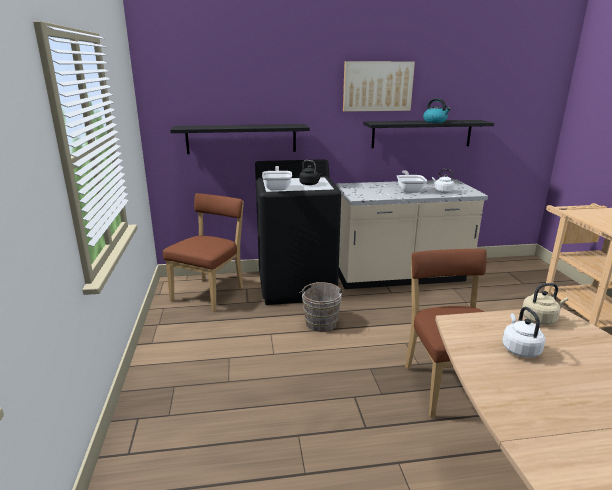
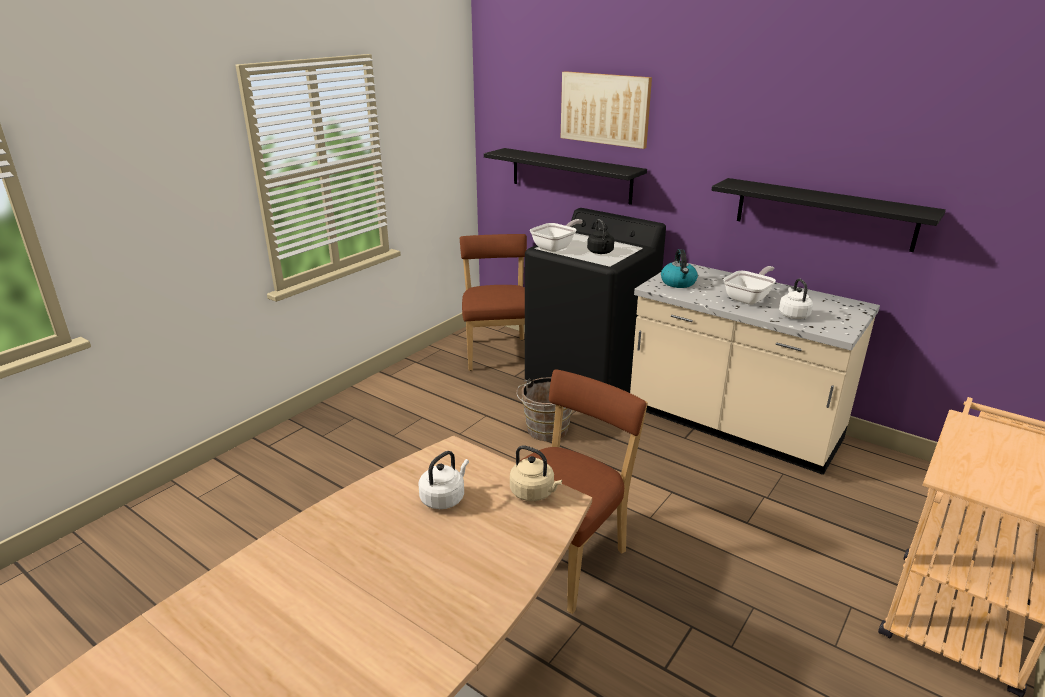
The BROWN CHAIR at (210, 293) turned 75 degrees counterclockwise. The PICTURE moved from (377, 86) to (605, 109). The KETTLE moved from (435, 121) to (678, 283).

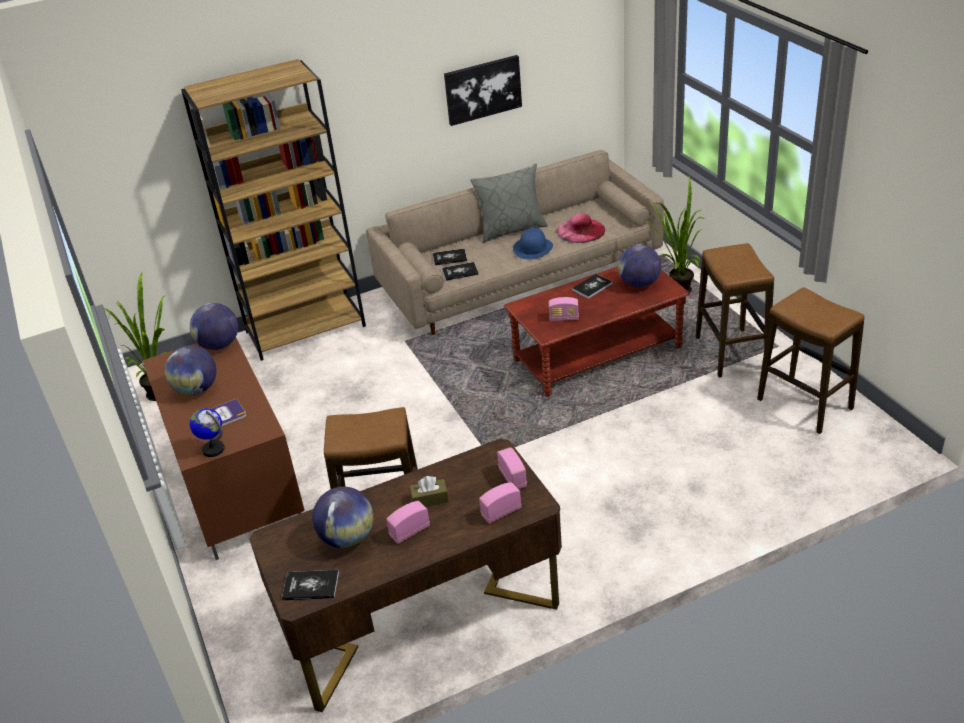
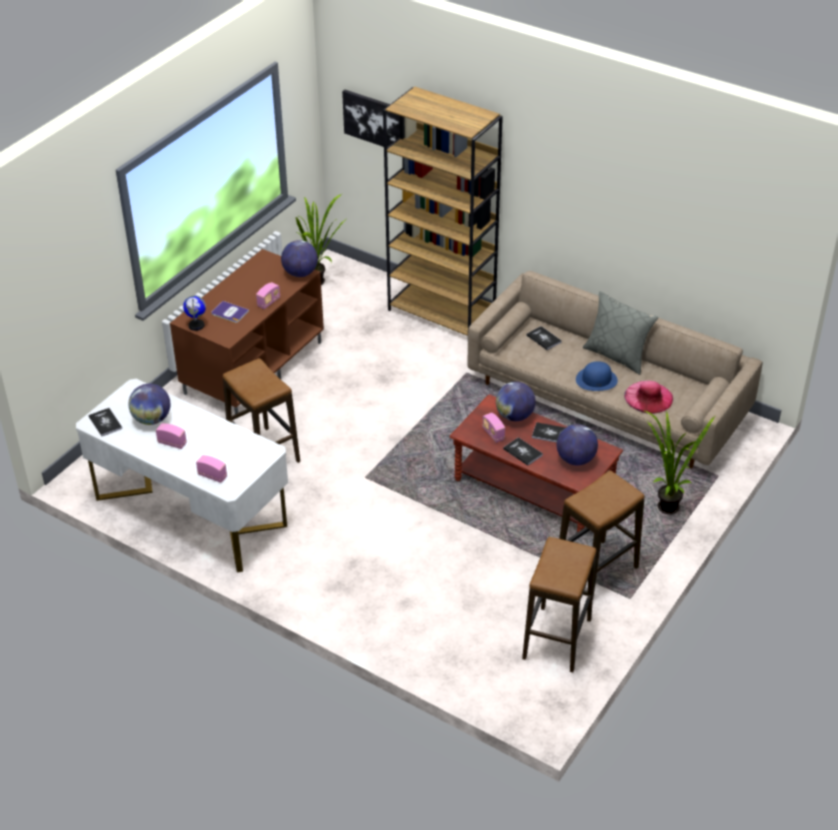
The GLOBE moved from (197, 389) to (514, 416). The BROWN DESK at (422, 619) became the WHITE DESK at (190, 511). The BROWN TISSUE BOX at (430, 499) disappeared. The BOOK moved from (460, 272) to (522, 452). The PICTURE moved from (482, 89) to (375, 120). The RADIO moved from (512, 478) to (268, 302).

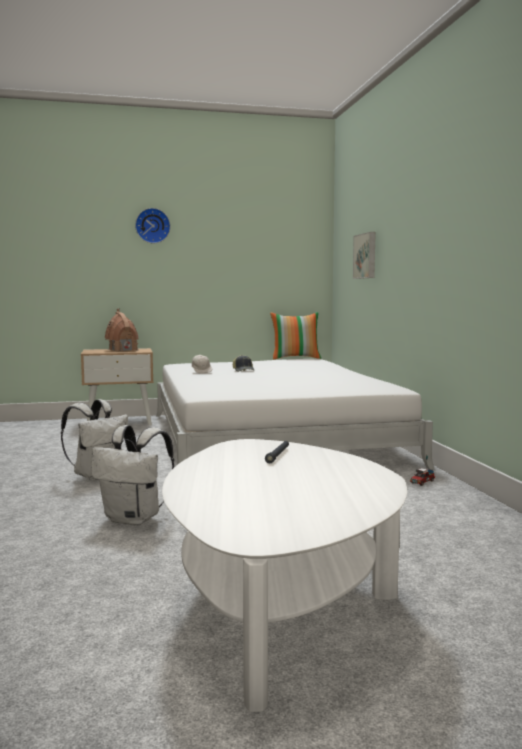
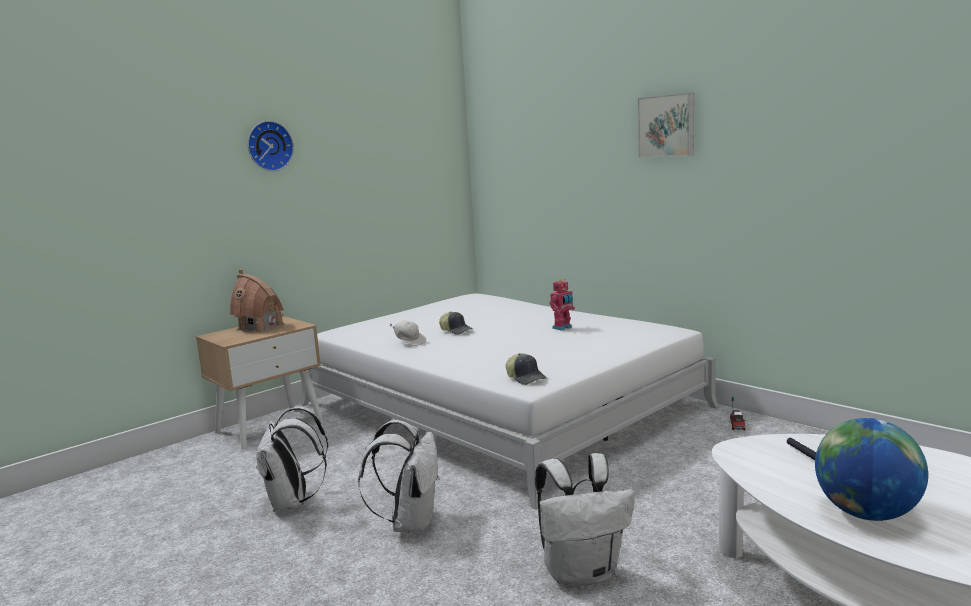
The PILLOW at (295, 358) disappeared. The PICTURE moved from (366, 256) to (667, 126). The WHITE BACKPACK at (293, 503) appeared. The CAP at (526, 378) appeared. The TOY ROBOT at (563, 328) appeared. The GLOBE at (866, 514) appeared.

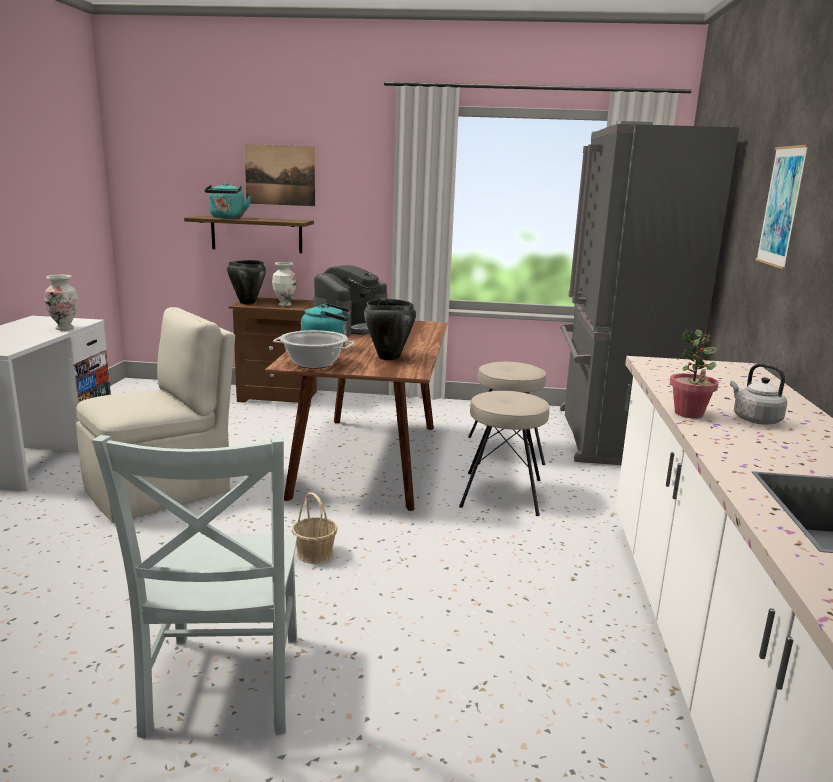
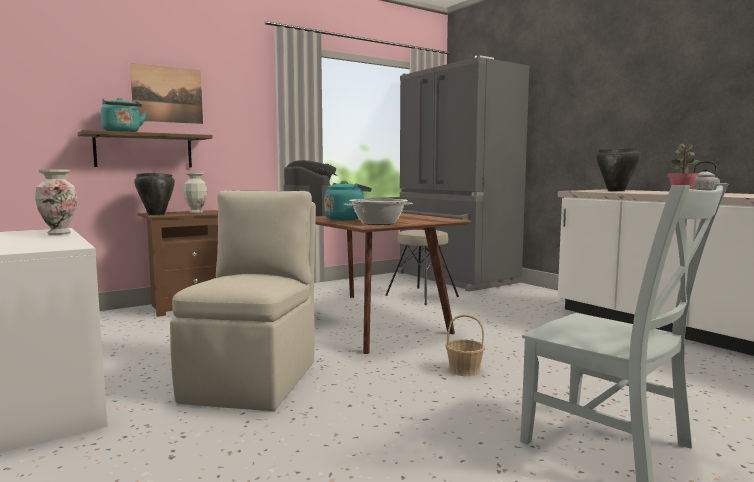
The BLACK COOKING POT moved from (388, 357) to (616, 191). The BEIGE STOOL at (502, 493) disappeared. The PICTURE at (781, 206) disappeared.

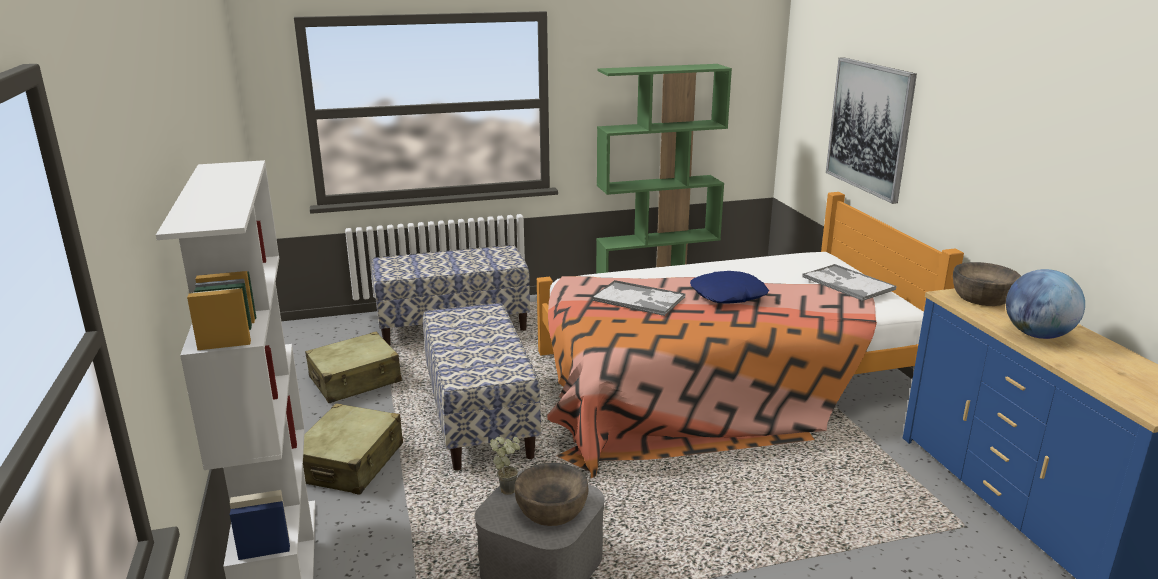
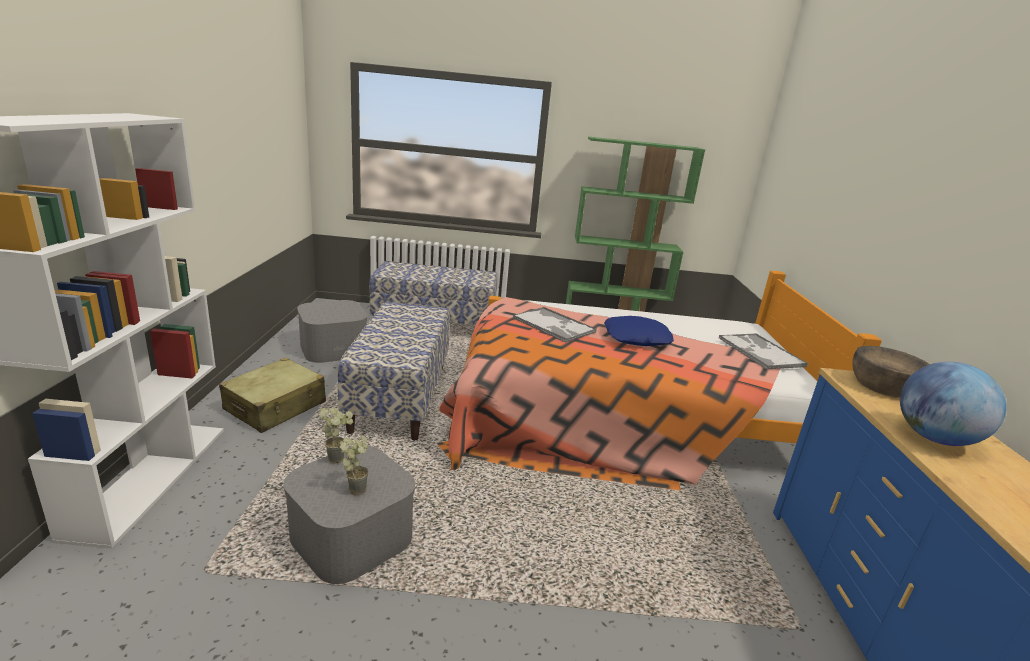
The BEIGE SUITCASE at (355, 380) was replaced by the GREY STORAGE BOX at (333, 348). The BROWN BOWL at (551, 509) was replaced by the POTTED PLANT at (357, 487). The PICTURE at (869, 127) disappeared.

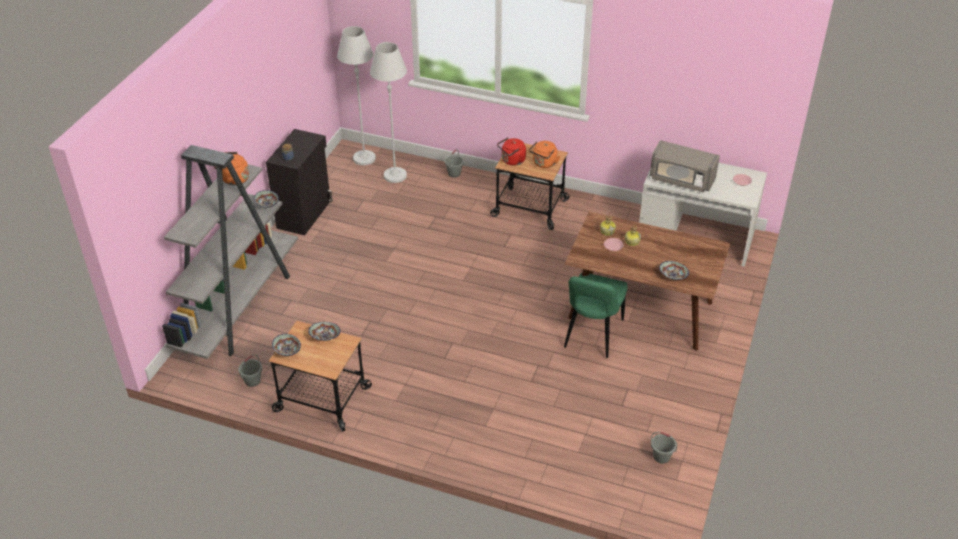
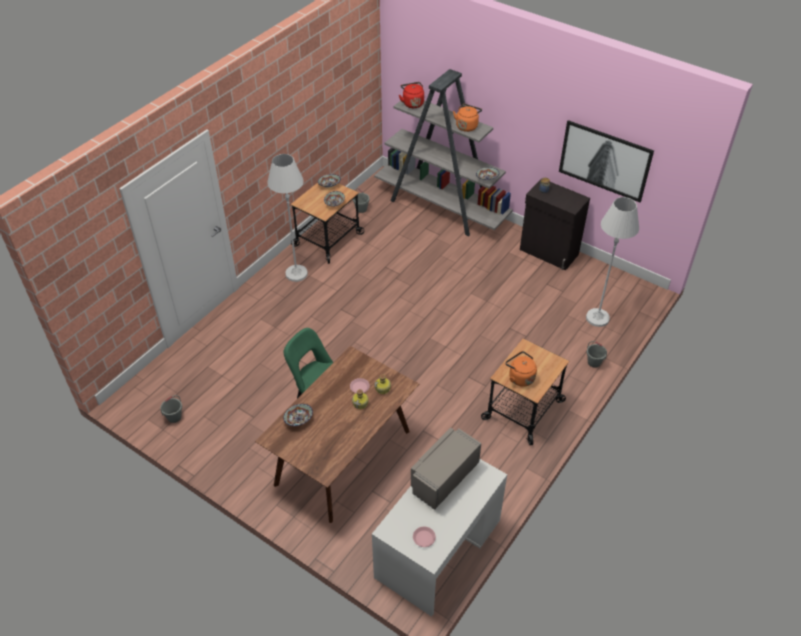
The WHITE FLOOR LAMP moved from (364, 158) to (296, 273). The RED KETTLE moved from (512, 161) to (412, 103). The PICTURE at (605, 160) appeared.

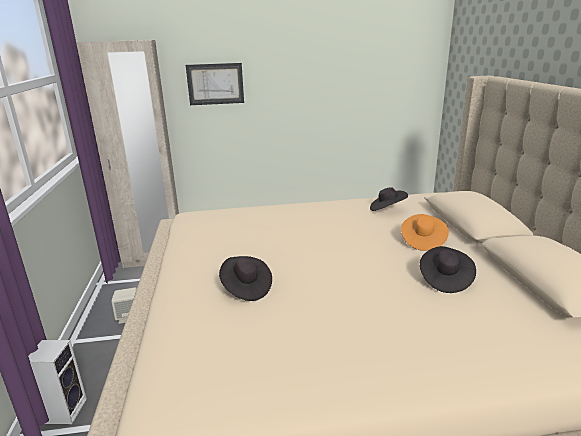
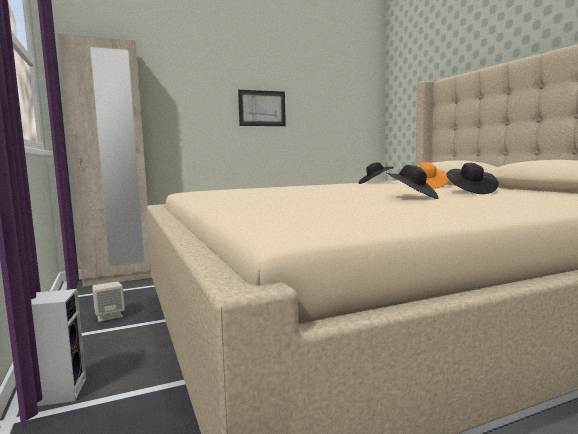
The PICTURE moved from (215, 84) to (262, 108). The BLACK HAT moved from (246, 288) to (412, 198).

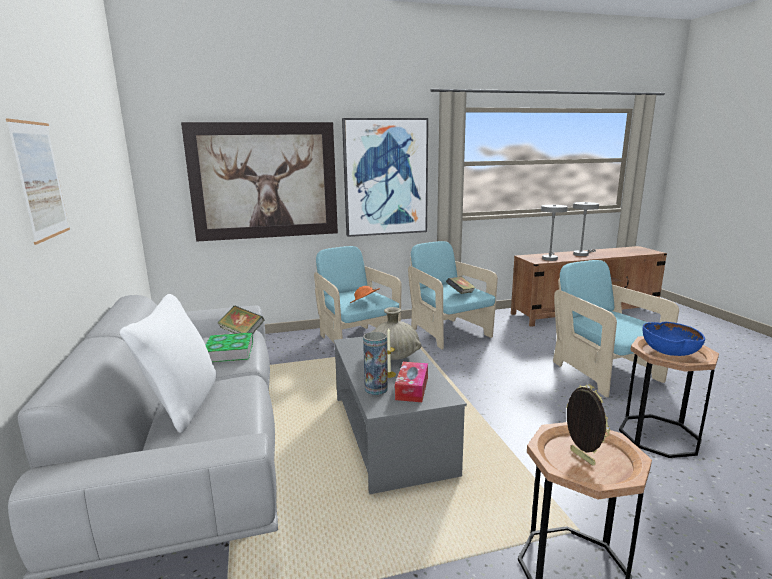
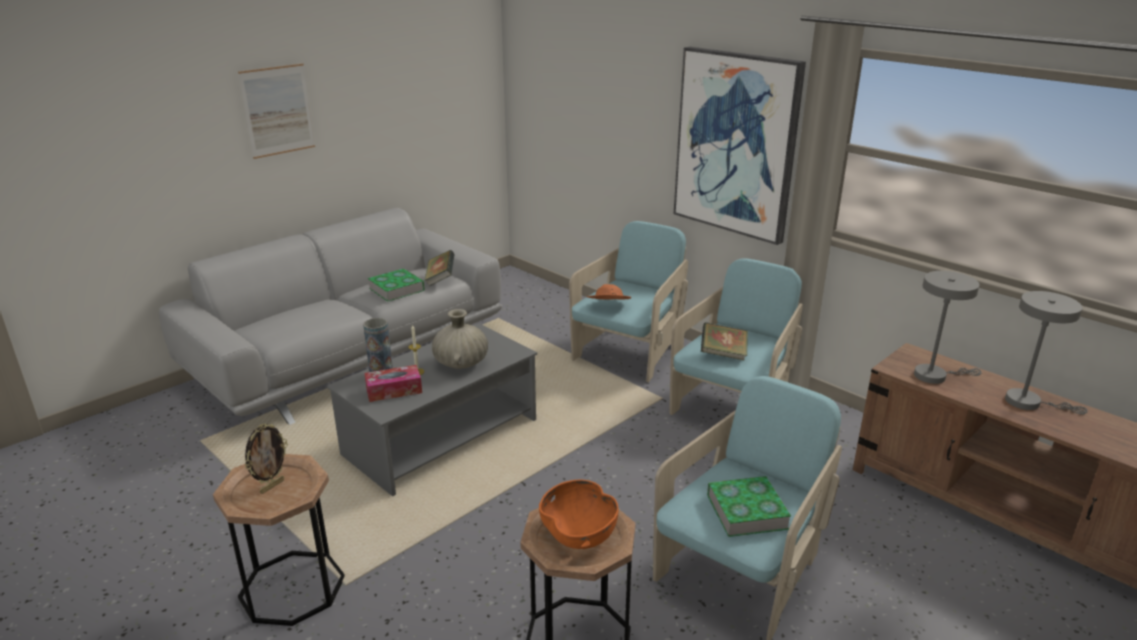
The WHITE PILLOW at (183, 404) disappeared. The PICTURE at (264, 181) disappeared. The BLUE BOWL at (669, 352) became the ORANGE BOWL at (579, 534). The BOOK at (746, 511) appeared.

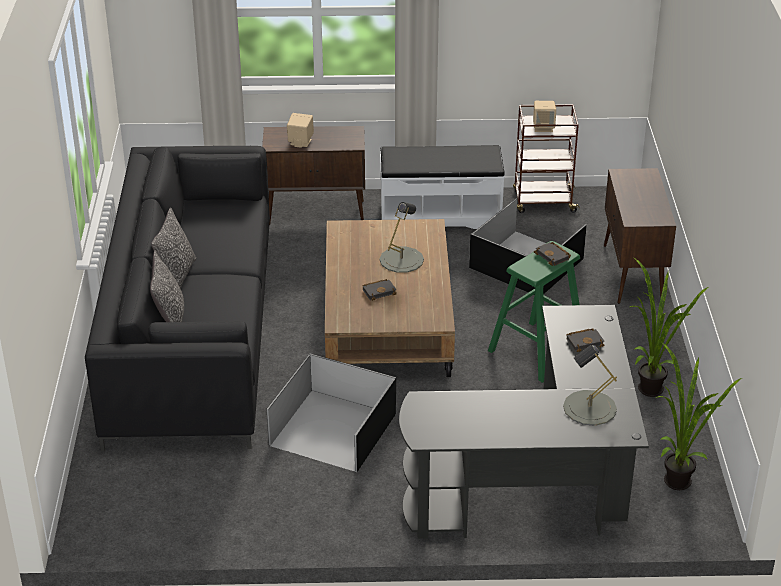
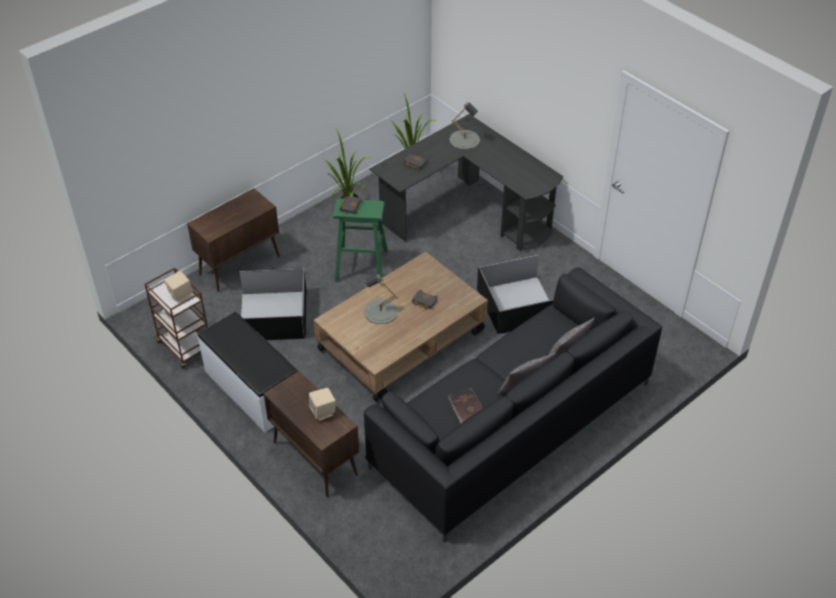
The BROWN BOOK at (466, 407) appeared.

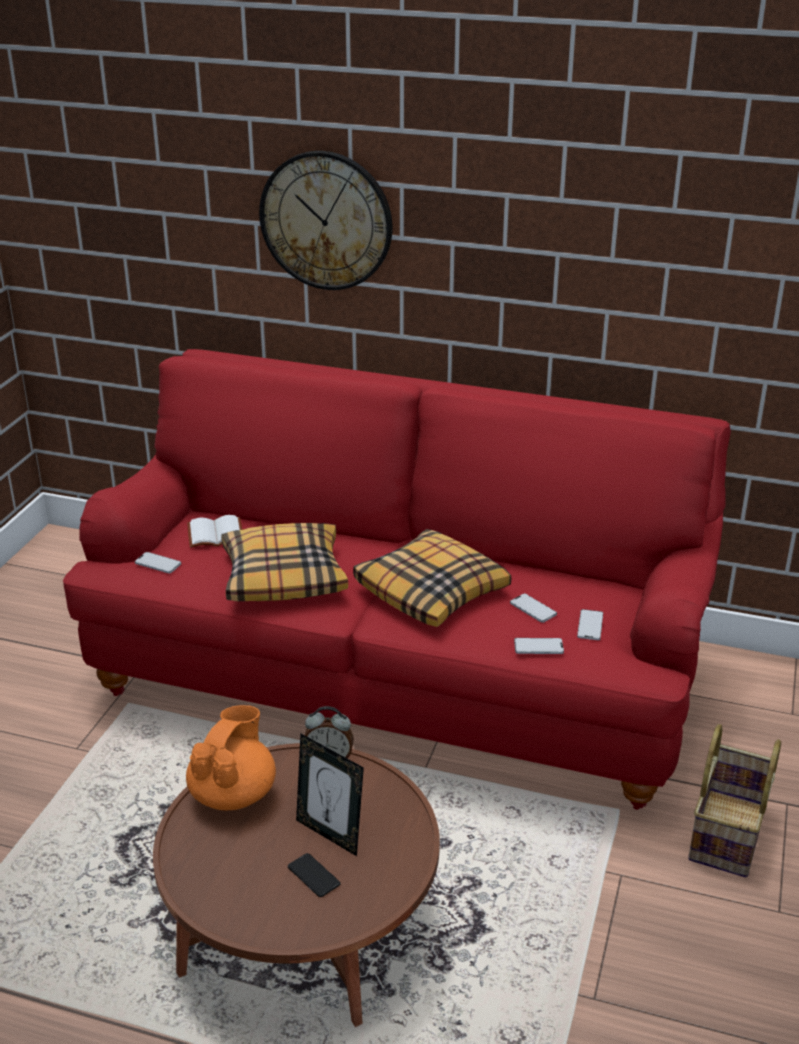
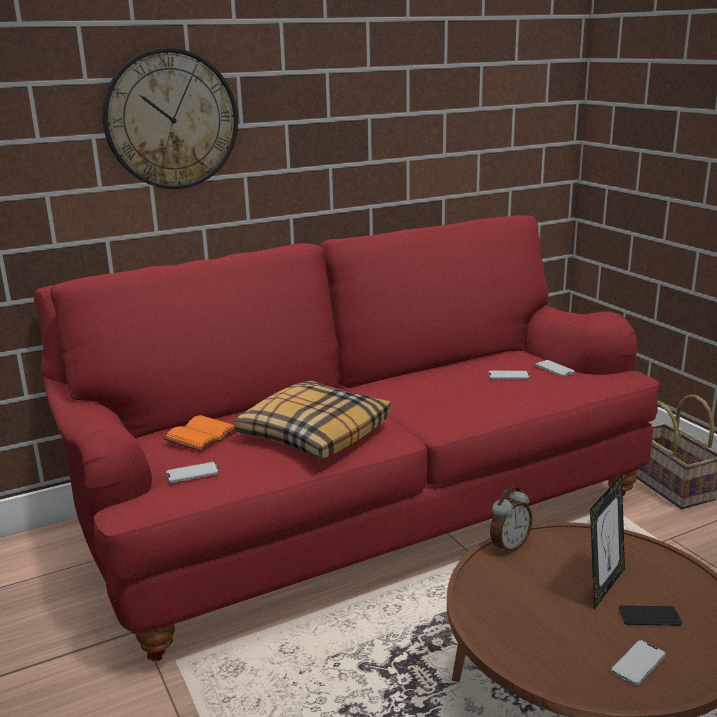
The ORANGE TEAPOT at (233, 793) disappeared. The WHITE BOOK at (214, 535) became the ORANGE BOOK at (202, 436). The PICTURE FRAME at (330, 834) turned 45 degrees counterclockwise. The PILLOW at (432, 591) disappeared. The PHONE moved from (538, 647) to (638, 664).

